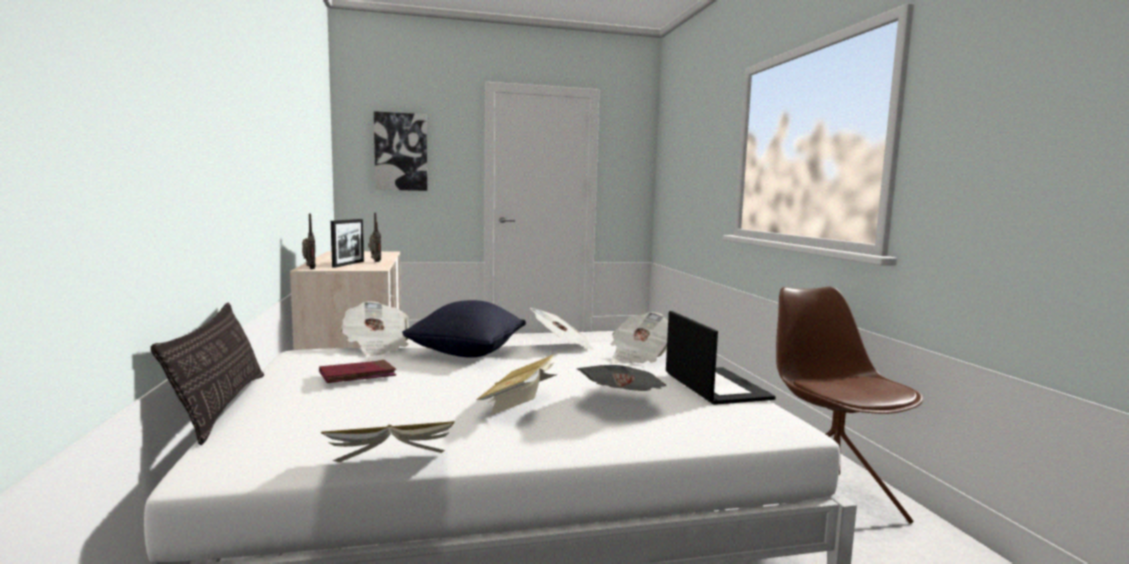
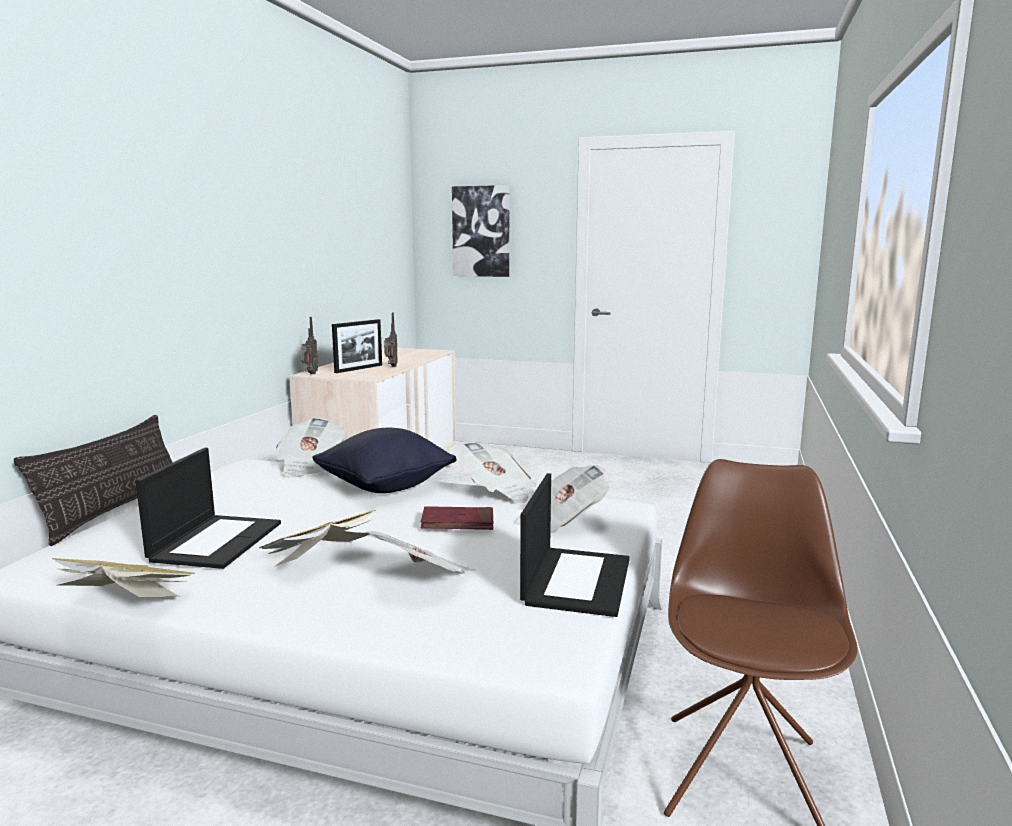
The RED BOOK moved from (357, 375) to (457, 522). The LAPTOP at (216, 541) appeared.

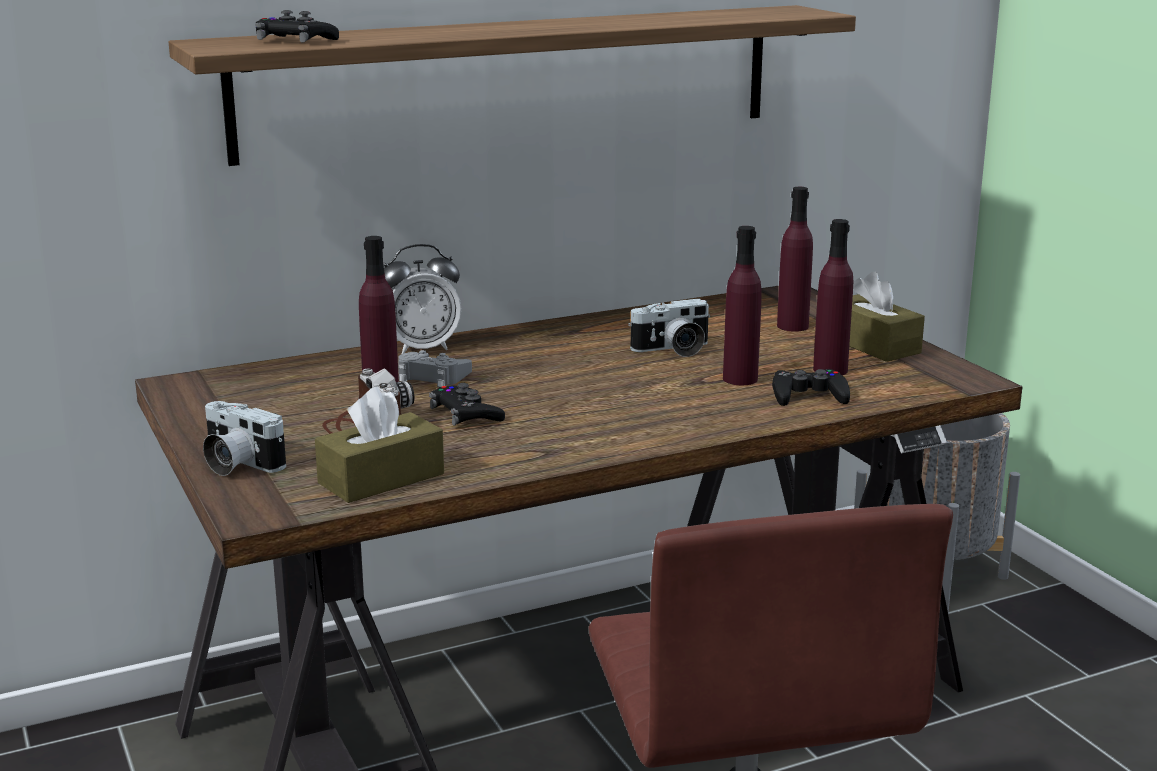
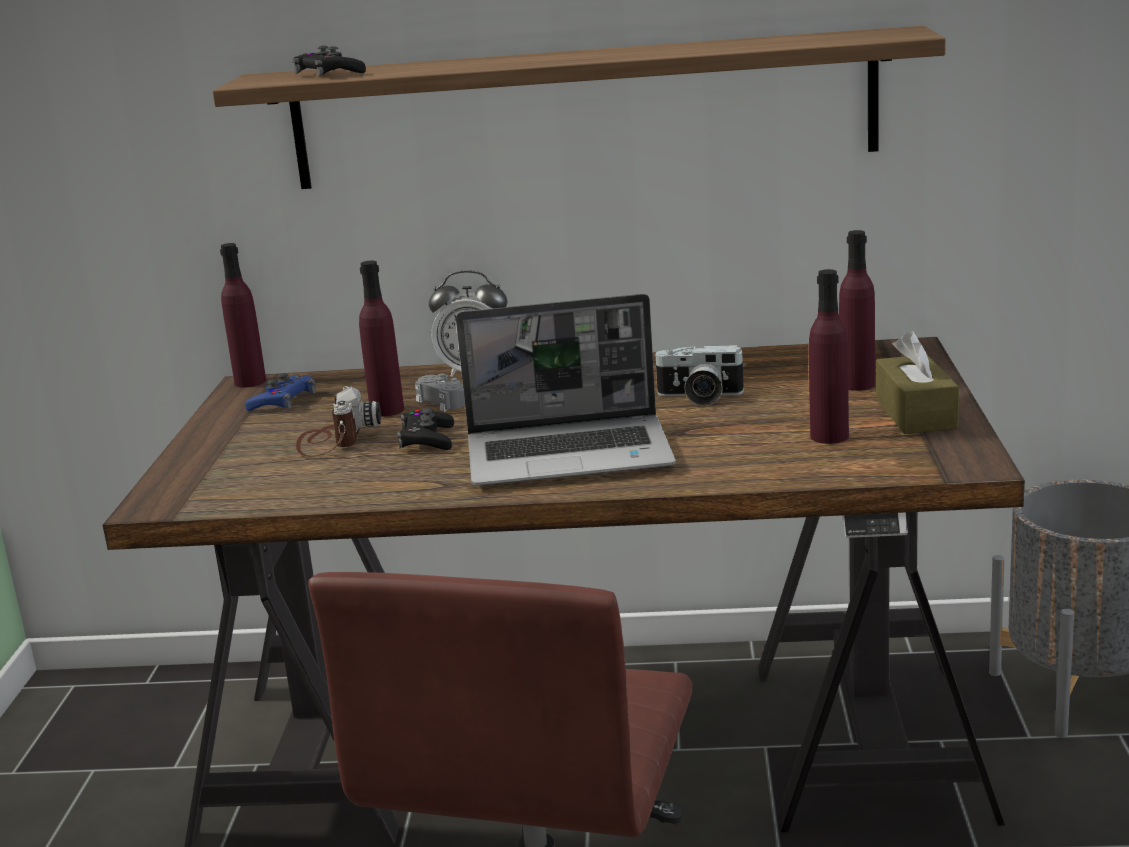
The PHOTO CAMERA at (236, 464) disappeared. The BROWN TISSUE BOX at (381, 478) disappeared. The PURPLE BOTTLE moved from (740, 379) to (250, 382). The BLACK GAME CONTROLLER at (808, 396) disappeared. The BLUE GAME CONTROLLER at (283, 401) appeared. The LAPTOP at (571, 454) appeared.

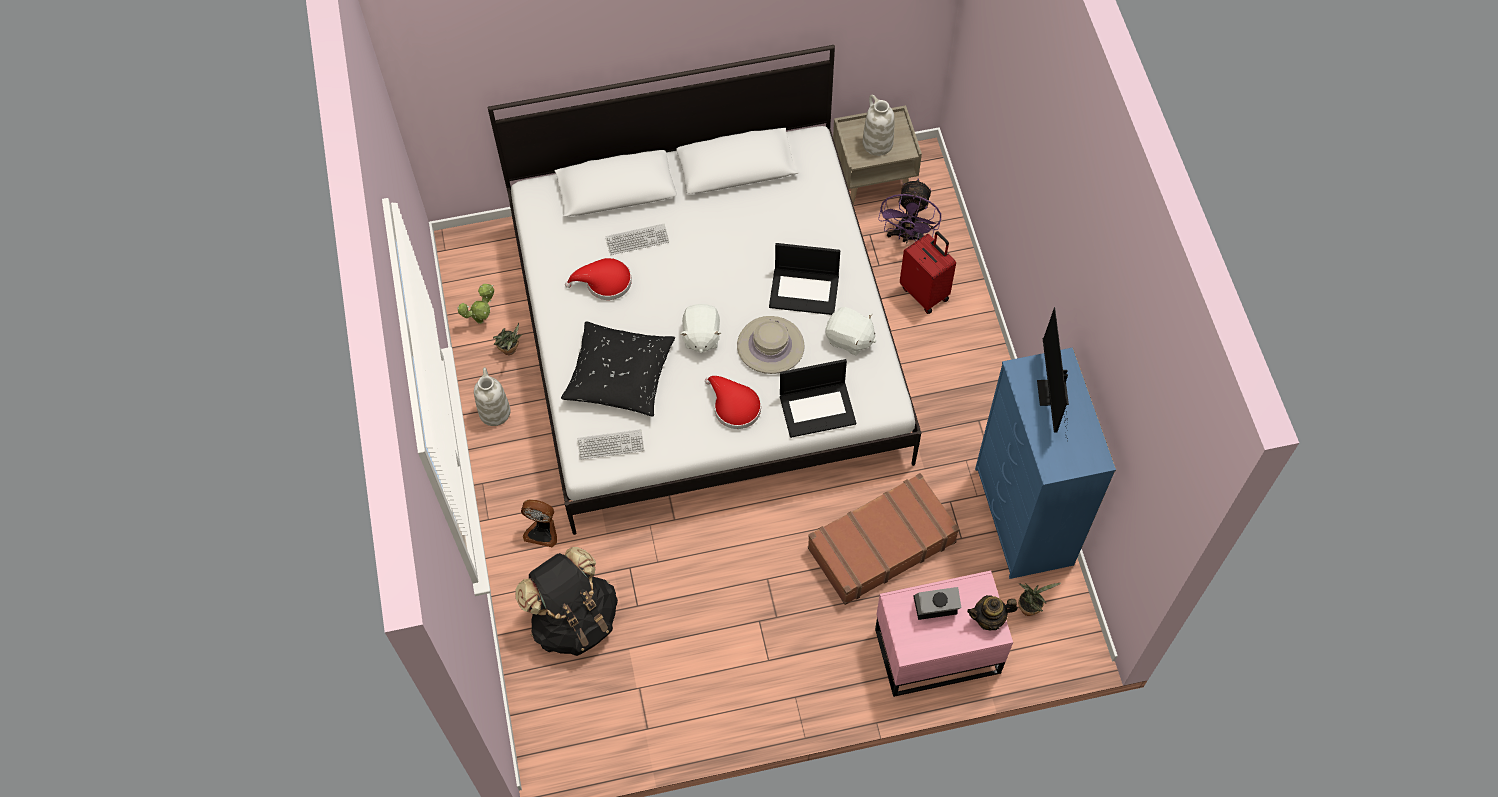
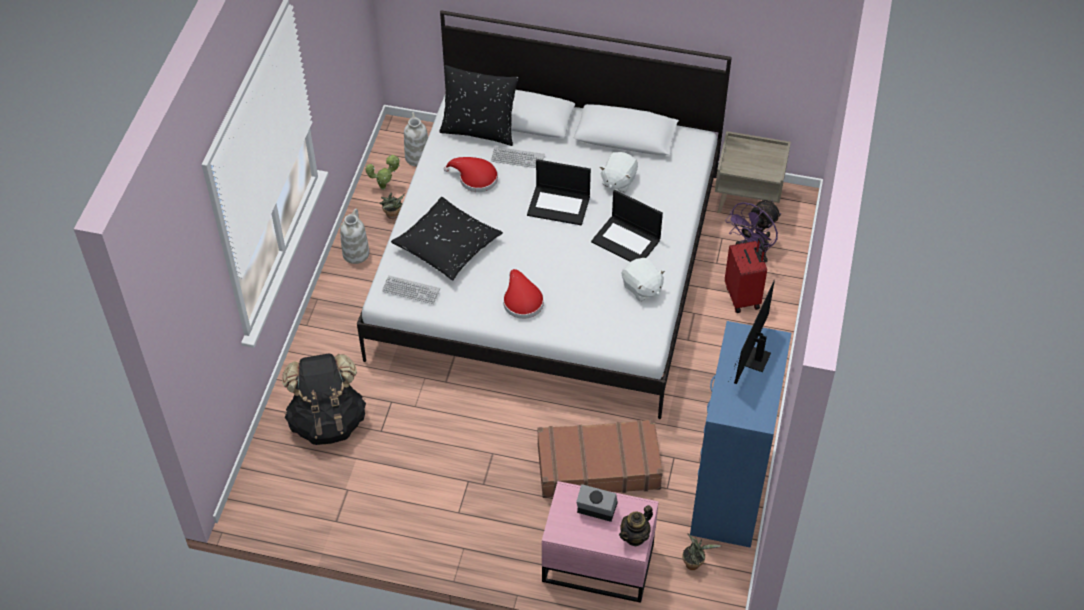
The FAN at (542, 531) disappeared. The WHITE PLUSH TOY moved from (701, 336) to (618, 180). The BEIGE HAT at (770, 346) disappeared. The LAPTOP moved from (818, 408) to (559, 205). The WHITE VASE moved from (877, 143) to (417, 157). The TEAPOT at (989, 619) turned 60 degrees counterclockwise. The BLACK PILLOW at (479, 130) appeared.

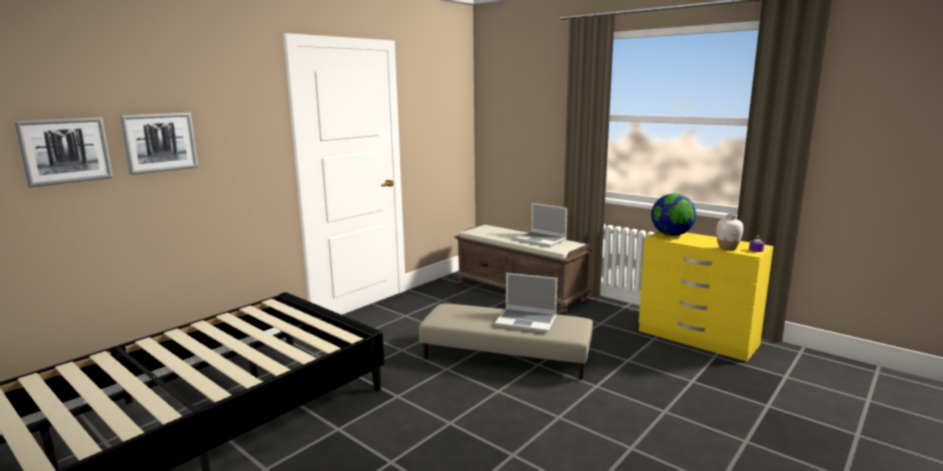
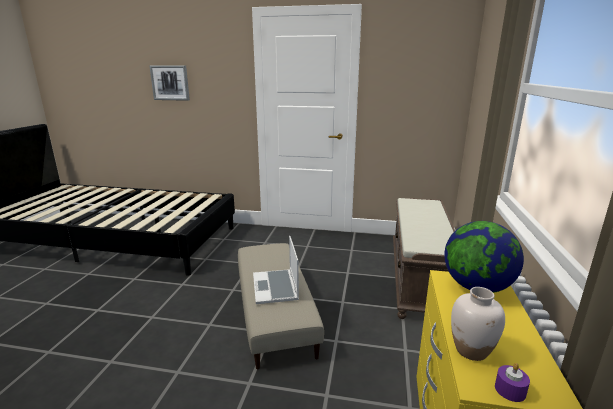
The PICTURE at (65, 150) disappeared. The LAPTOP at (541, 240) disappeared.

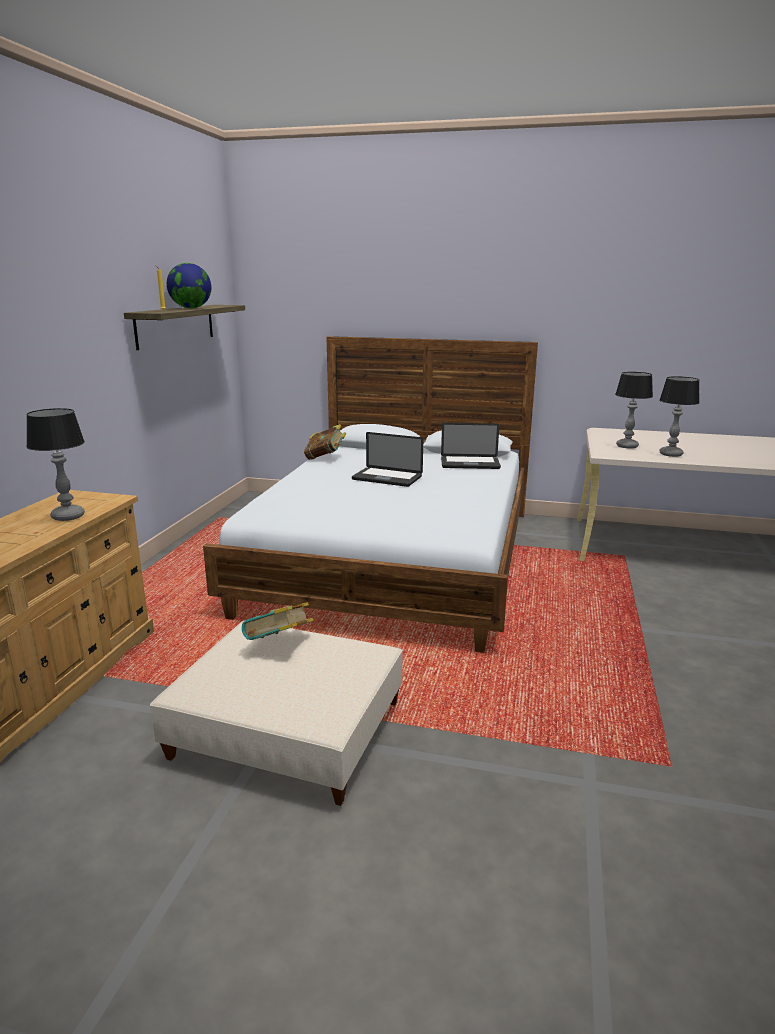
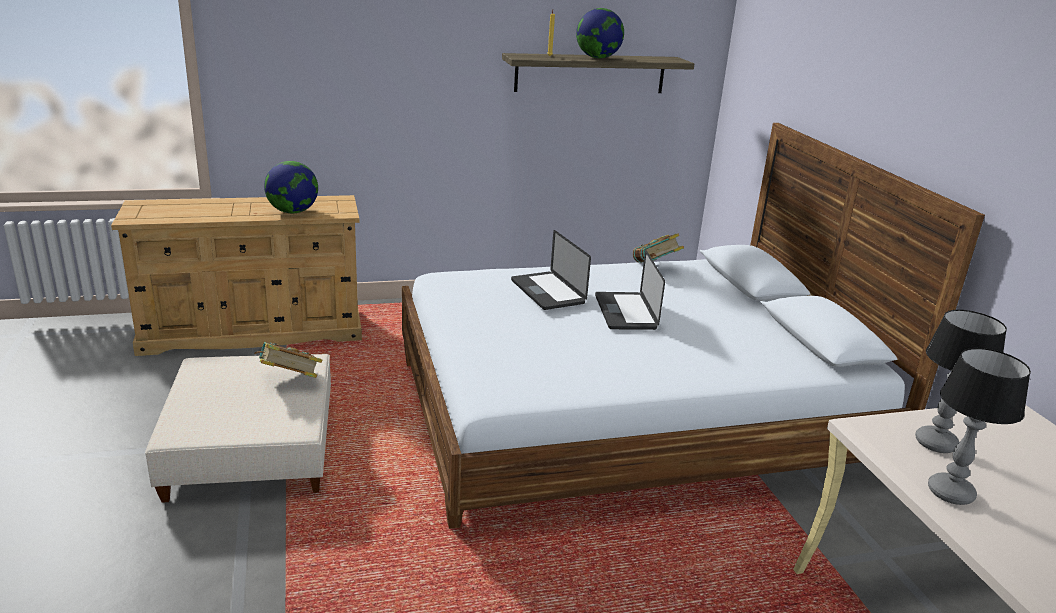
The TABLE LAMP at (67, 516) was replaced by the GLOBE at (293, 212). The LAPTOP moved from (470, 464) to (547, 292).

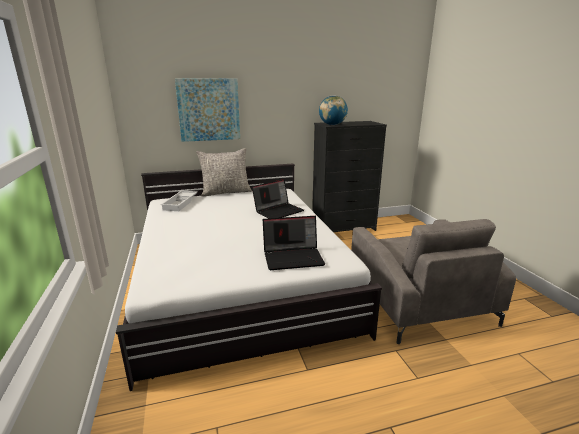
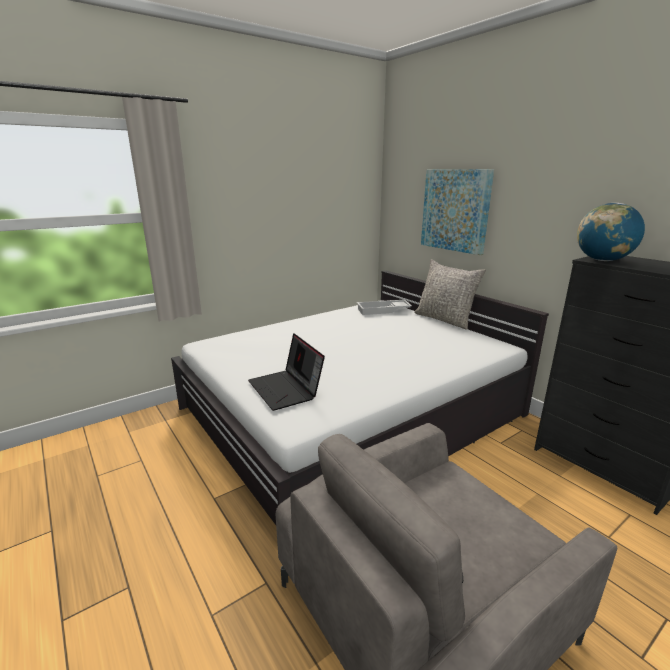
The LAPTOP at (278, 211) disappeared.

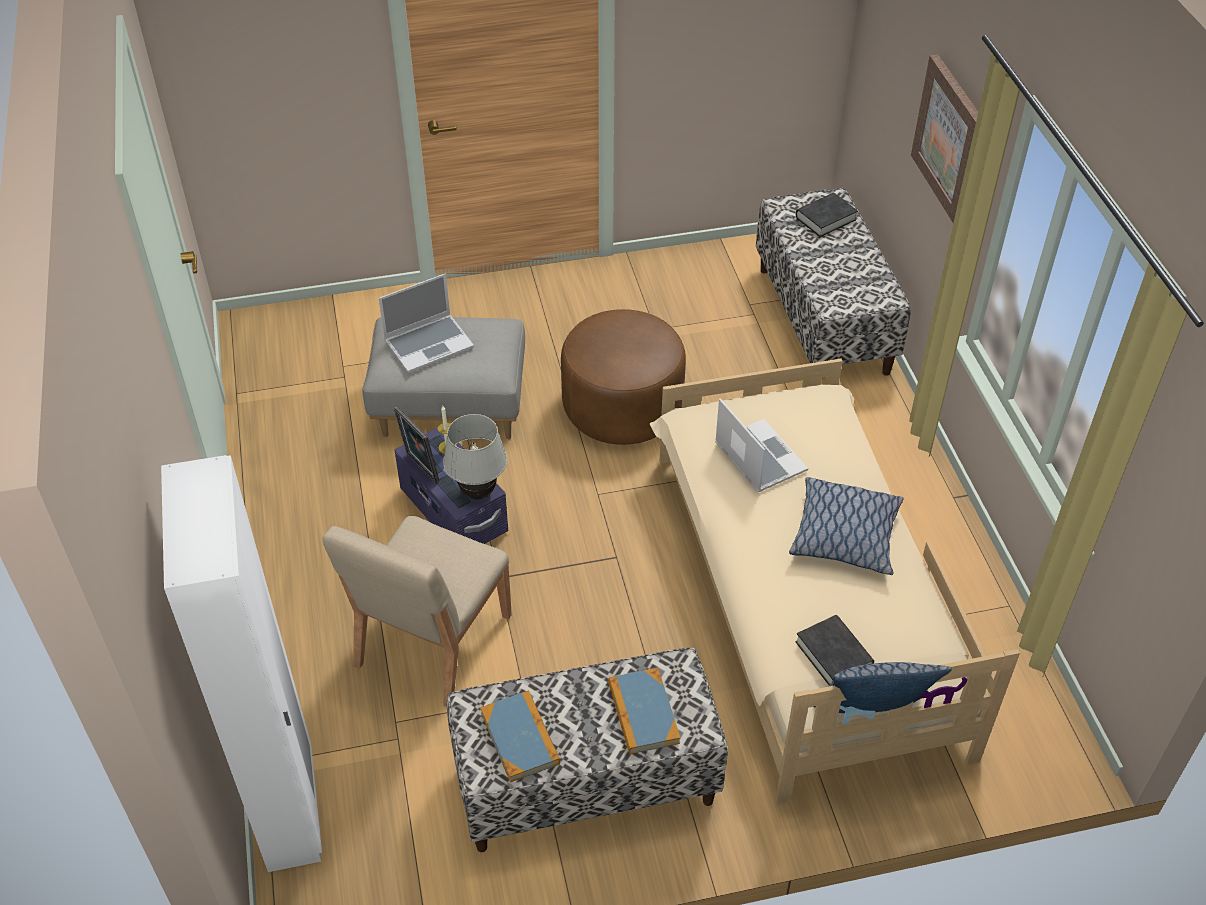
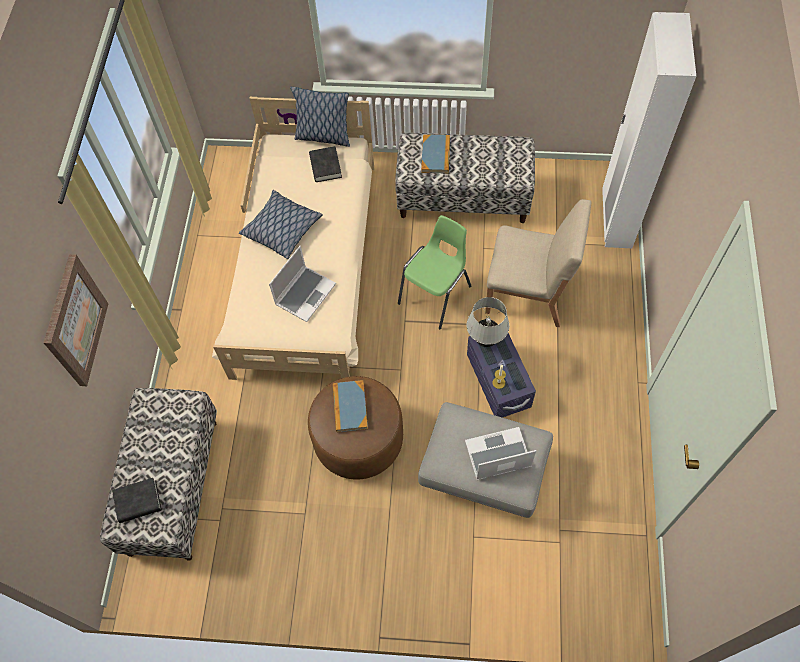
The BEIGE CHAIR at (431, 641) turned 60 degrees clockwise. The PICTURE FRAME at (420, 469) disappeared. The BOOK moved from (520, 738) to (350, 407). The LAPTOP at (758, 457) turned 135 degrees counterclockwise. The GREEN CHAIR at (436, 295) appeared.

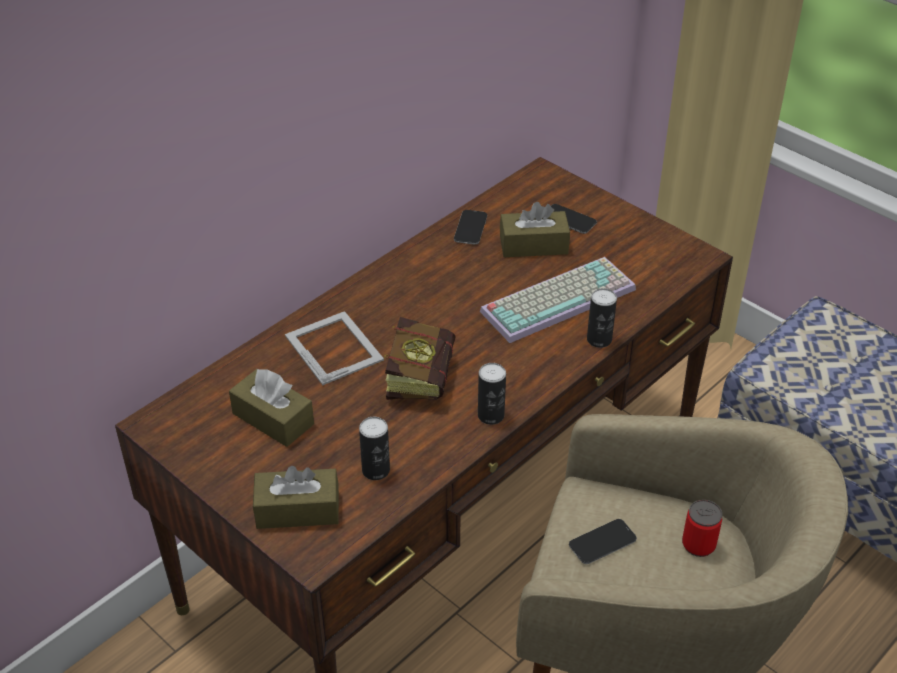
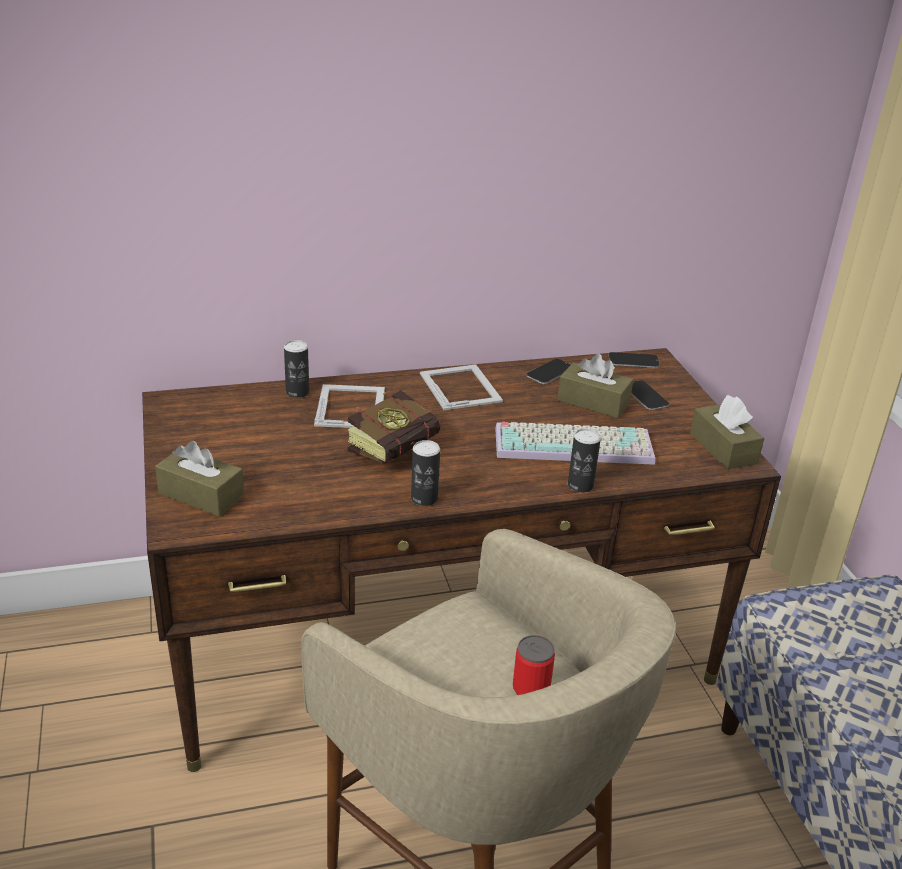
The BROWN TISSUE BOX moved from (273, 419) to (723, 448). The CAN moved from (376, 470) to (297, 392). The PHONE moved from (602, 542) to (633, 361). The PICTURE FRAME at (460, 386) appeared.

